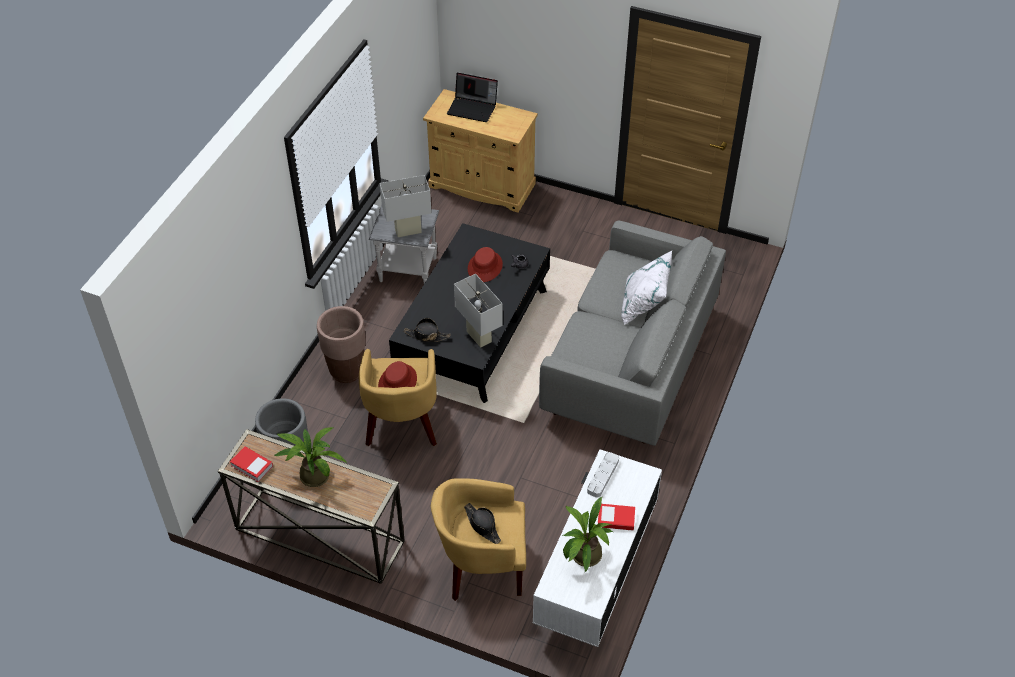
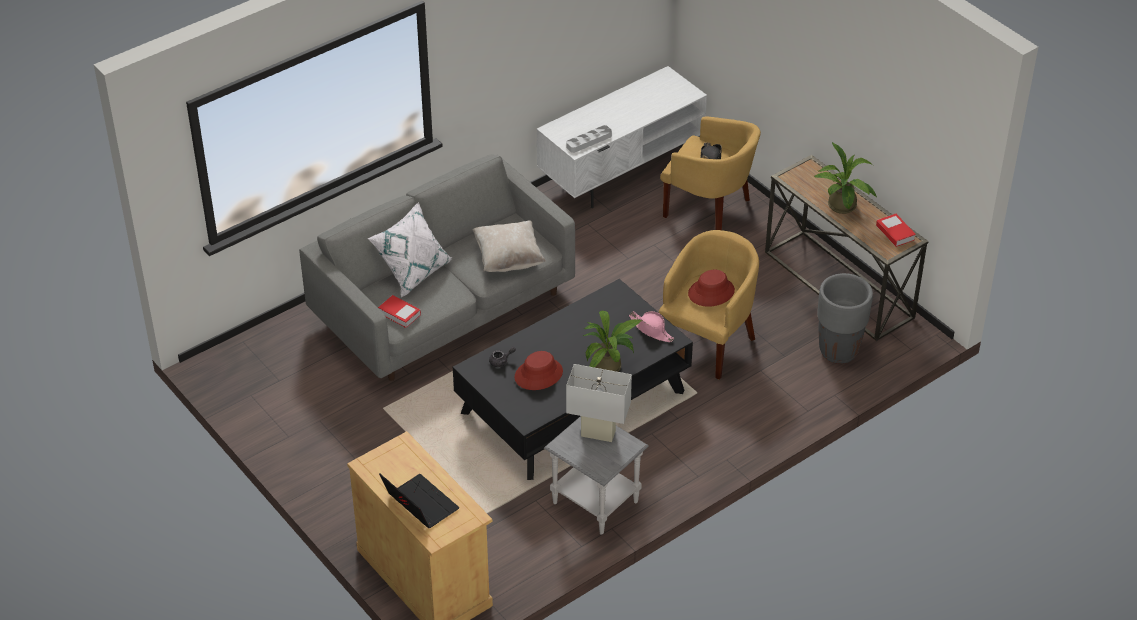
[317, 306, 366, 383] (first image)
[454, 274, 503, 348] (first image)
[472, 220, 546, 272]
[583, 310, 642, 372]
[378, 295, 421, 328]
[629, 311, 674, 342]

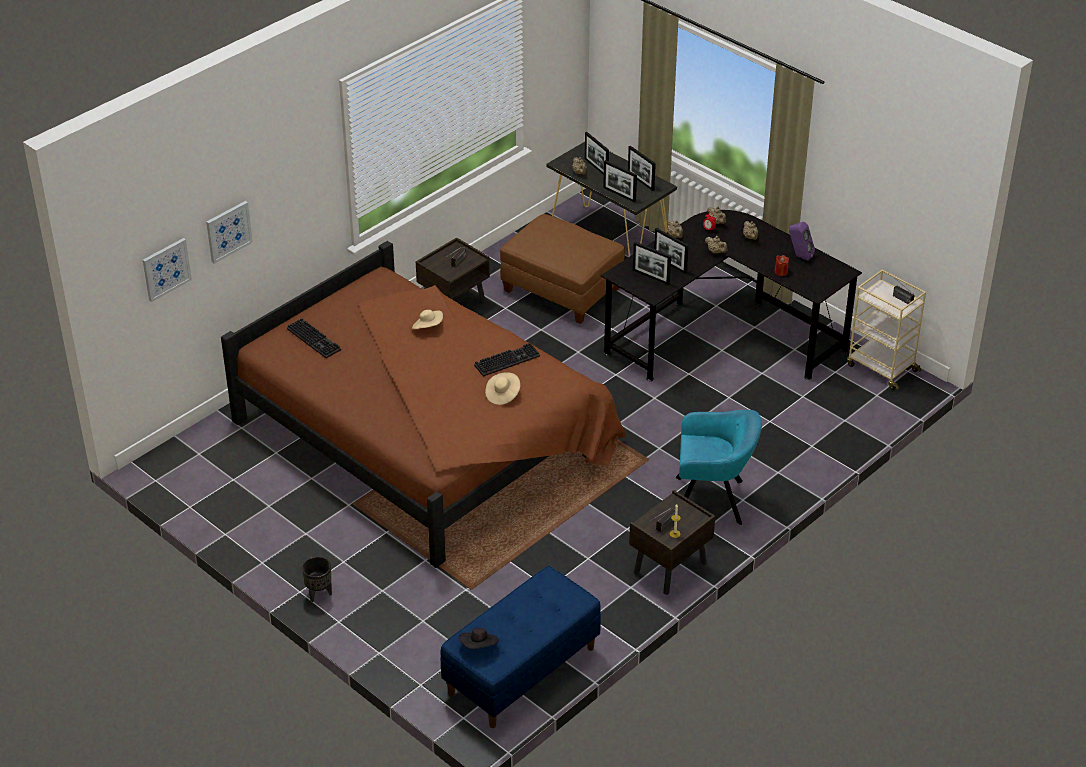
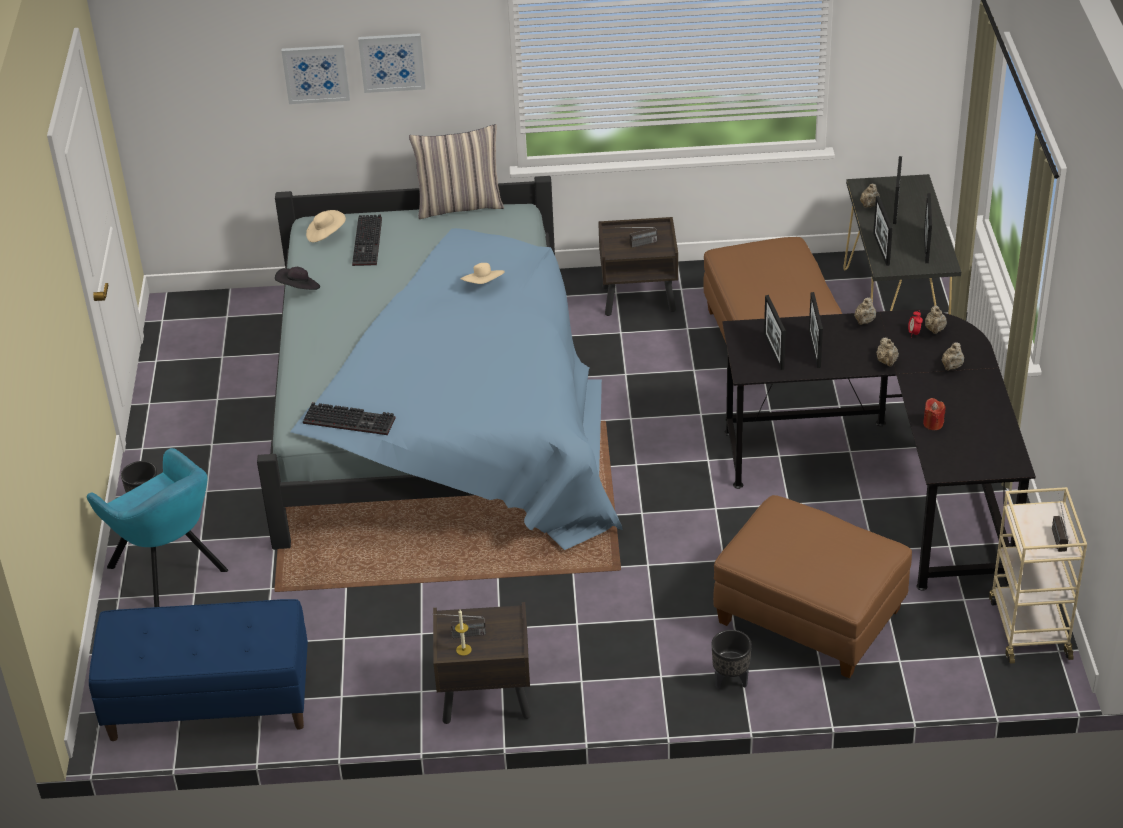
[789, 222, 815, 261] (first image)
[409, 124, 504, 219]
[712, 630, 752, 689]
[713, 495, 912, 678]
[358, 33, 425, 93]
[275, 267, 320, 290]
[303, 402, 396, 435]
[306, 210, 346, 242]
[87, 448, 228, 607]
[257, 176, 623, 550]

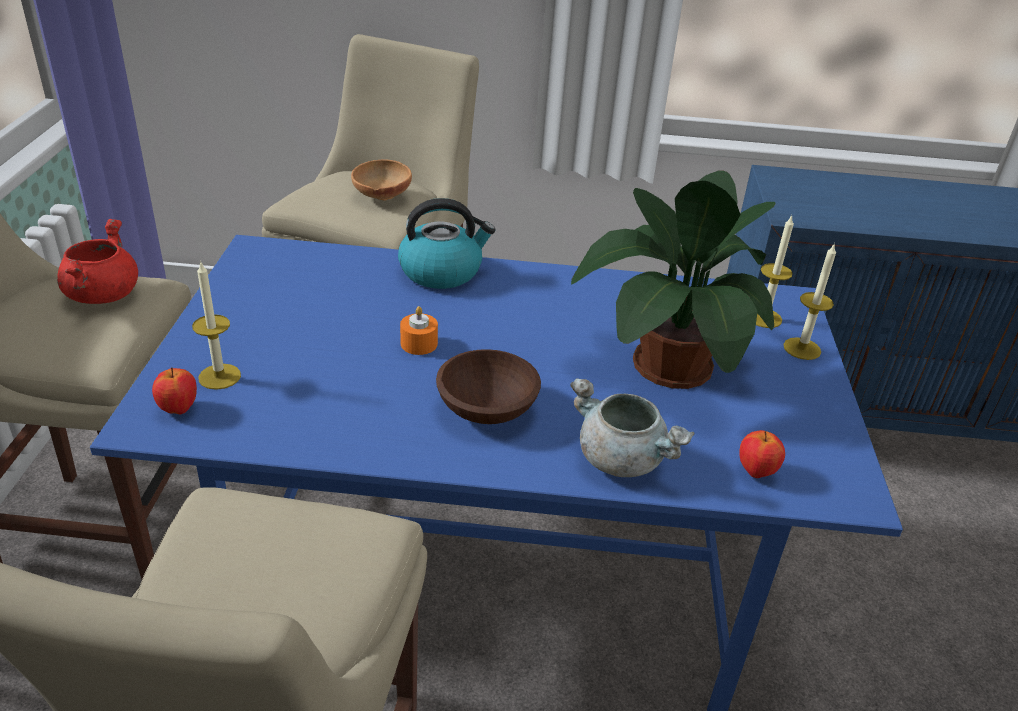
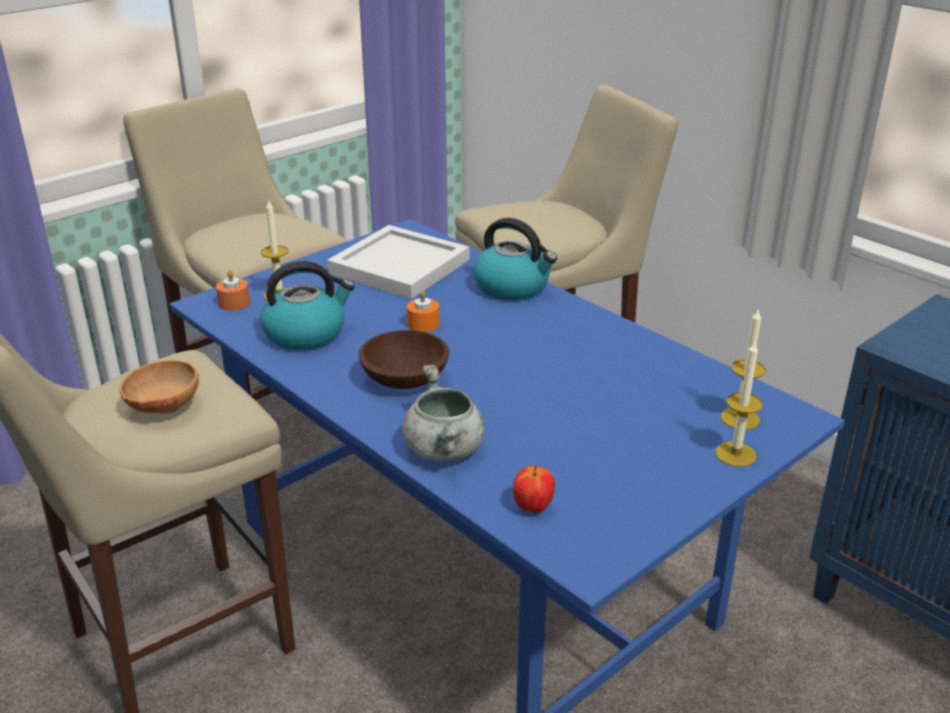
[57, 219, 138, 304] (first image)
[571, 171, 775, 389] (first image)
[261, 261, 355, 350]
[327, 225, 469, 299]
[119, 360, 199, 414]
[216, 270, 250, 311]

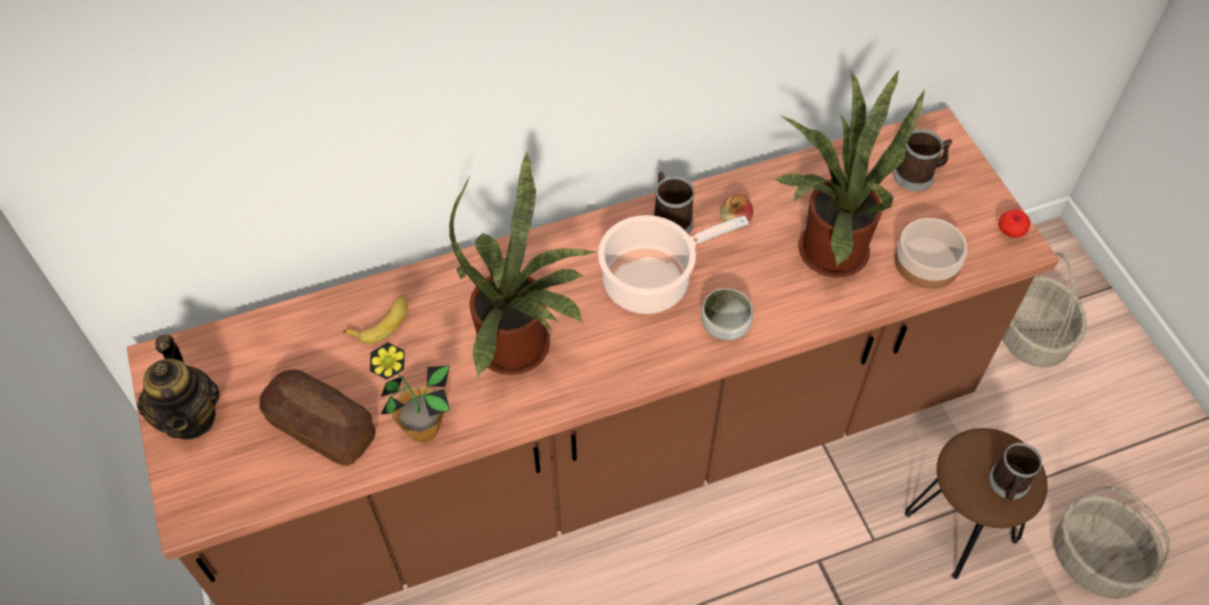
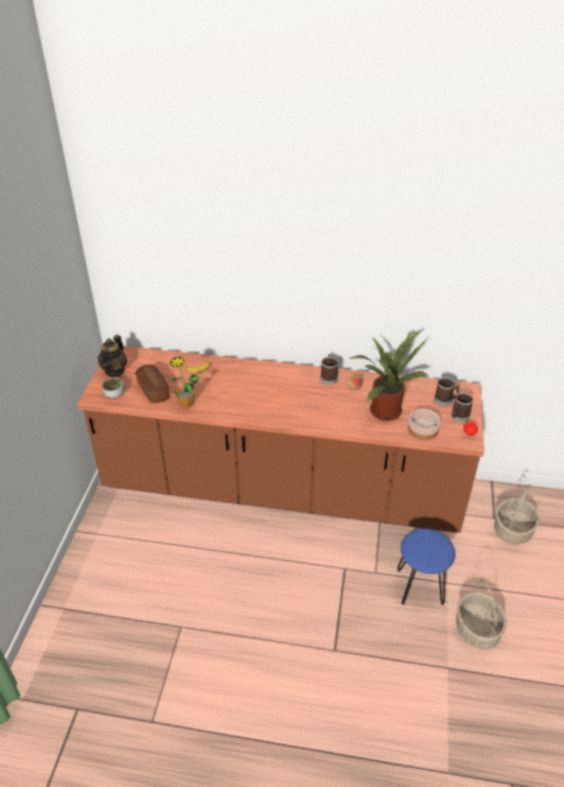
[449, 152, 597, 377] (first image)
[598, 215, 749, 314] (first image)
[102, 378, 125, 398]
[451, 392, 473, 422]
[397, 528, 456, 605]

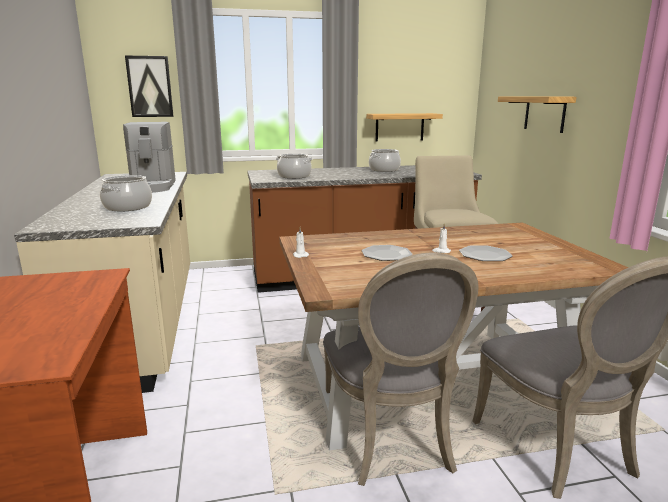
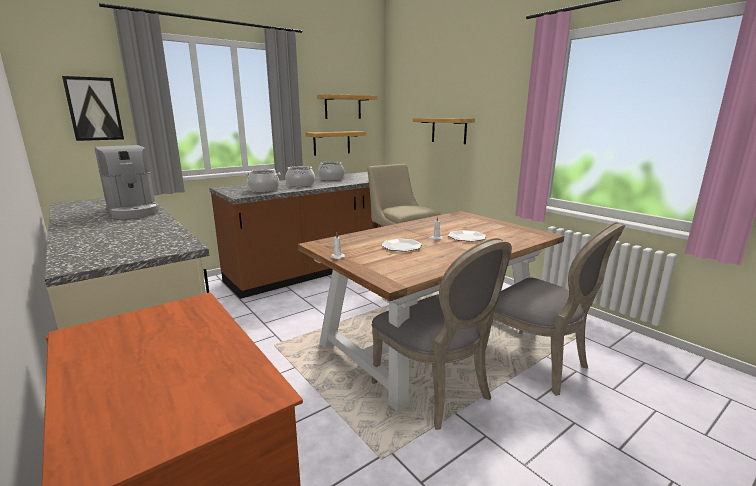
[317, 94, 378, 119]
[286, 166, 315, 187]

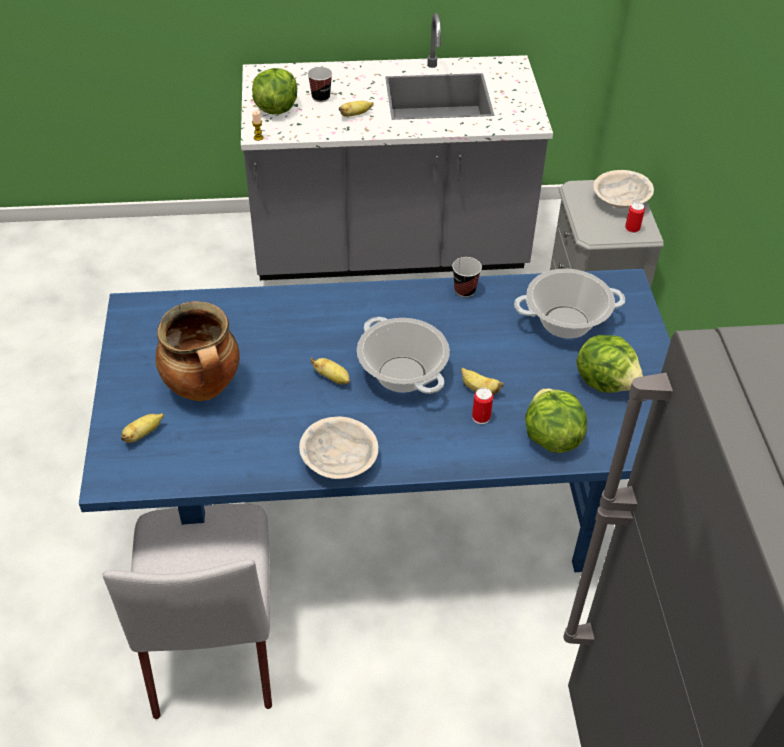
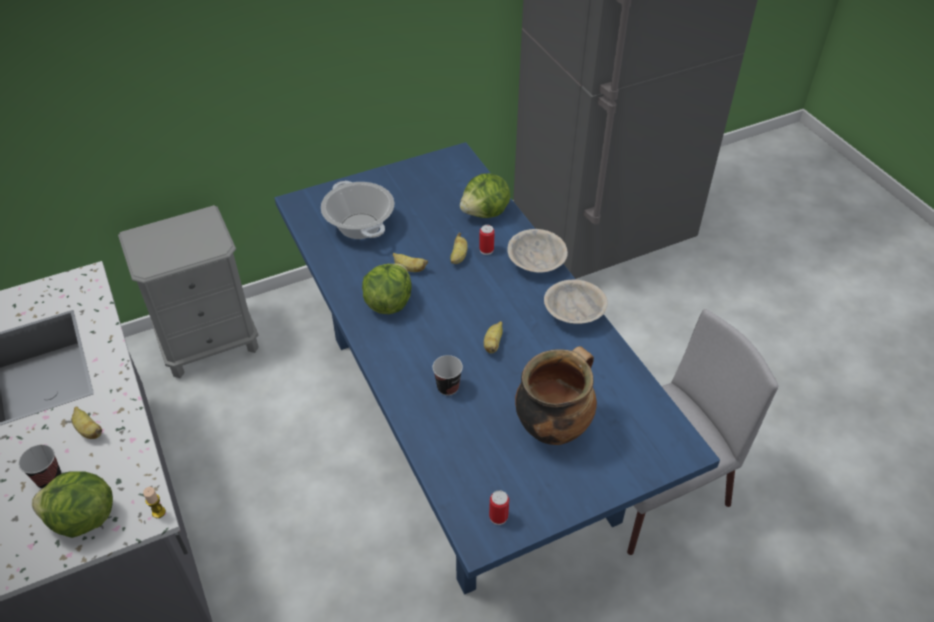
[357, 317, 450, 394] (first image)
[393, 253, 428, 272]
[433, 355, 463, 396]
[362, 263, 412, 314]
[507, 229, 568, 273]
[489, 490, 509, 525]

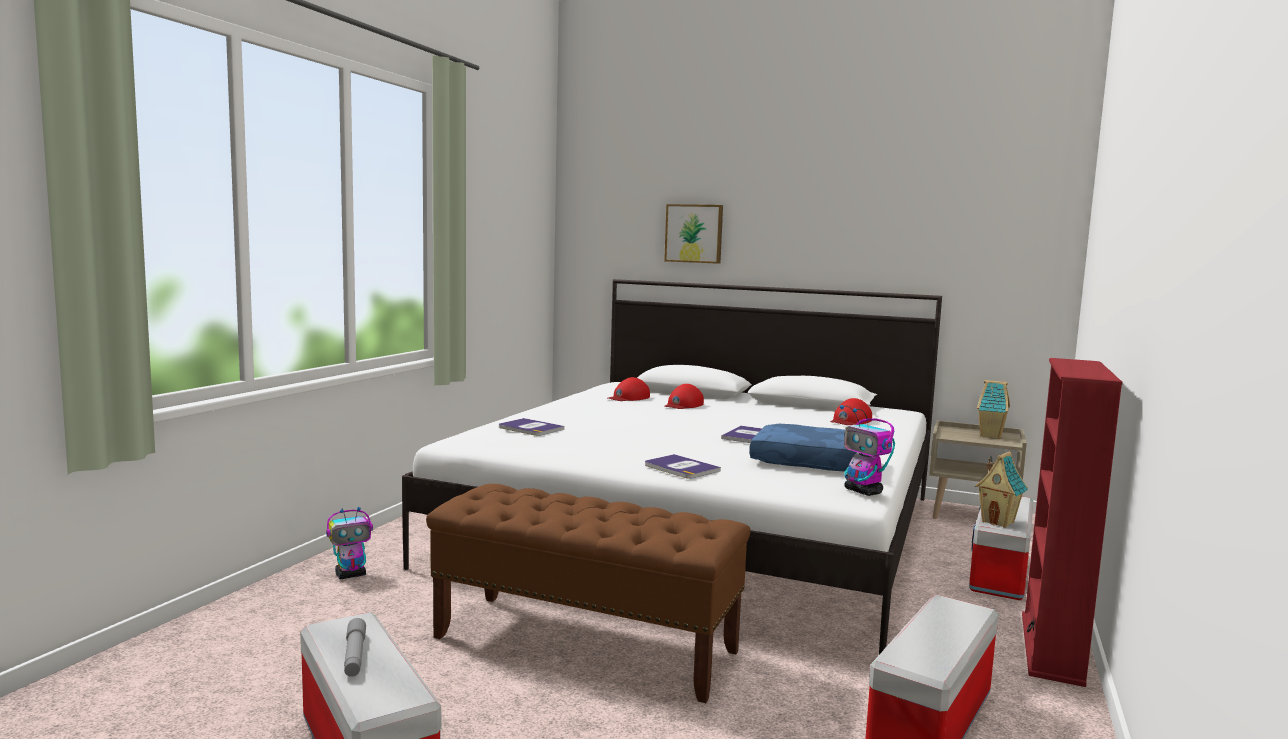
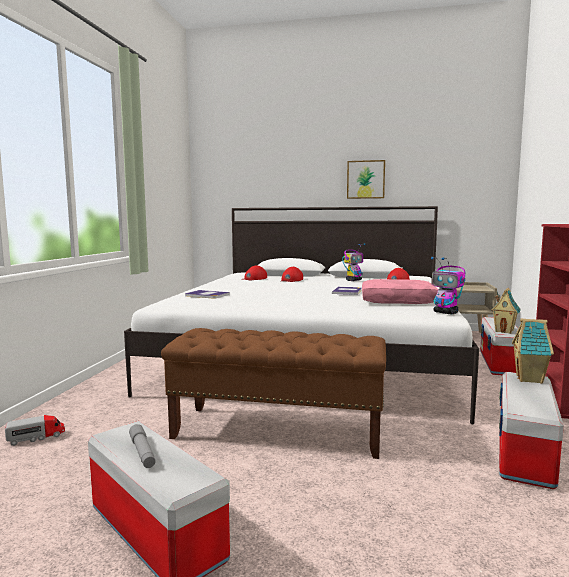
[645, 454, 721, 479] (first image)
[5, 415, 65, 446]
[342, 243, 366, 281]
[347, 160, 385, 199]
[512, 319, 554, 384]
[362, 279, 438, 304]

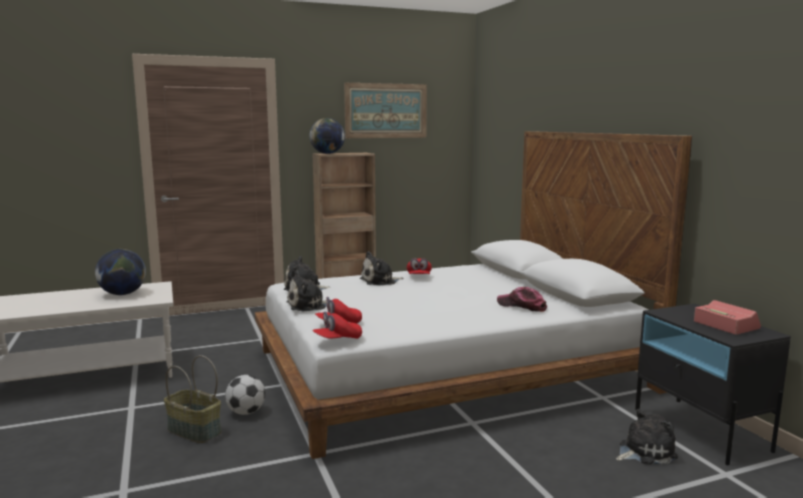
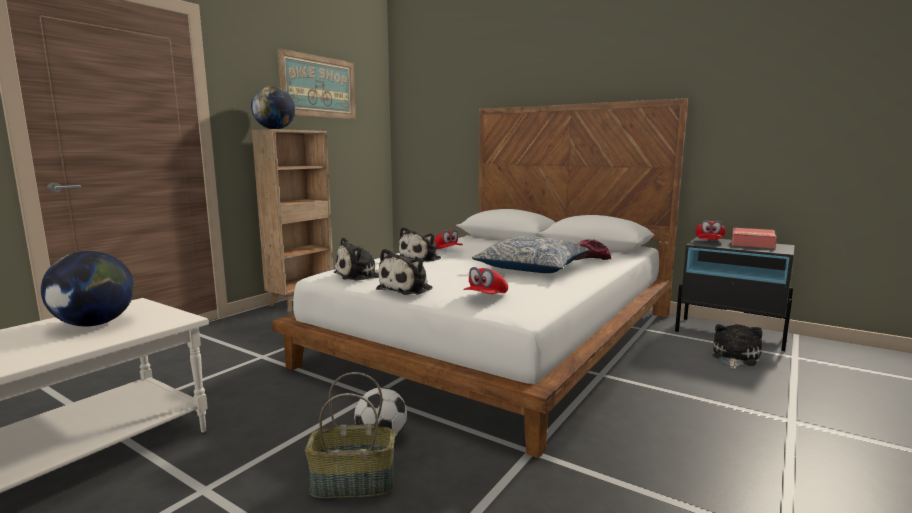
[472, 236, 589, 273]
[695, 220, 726, 240]

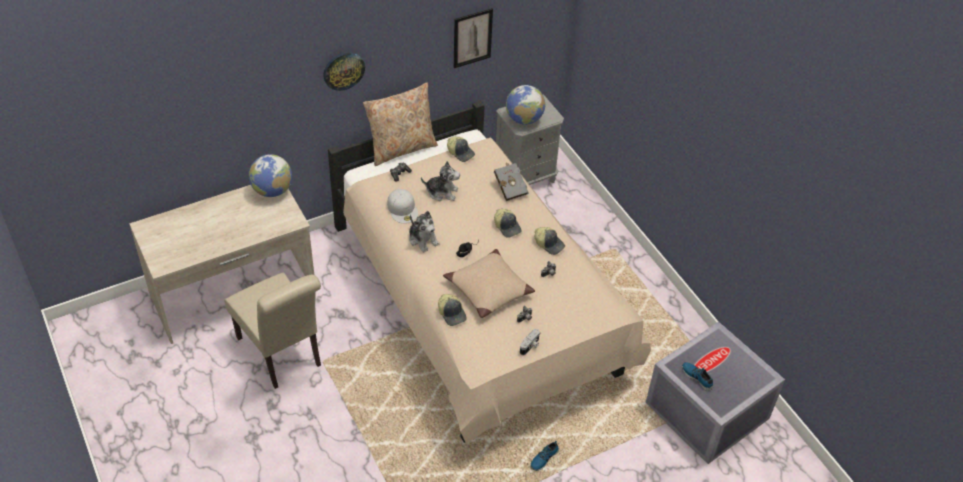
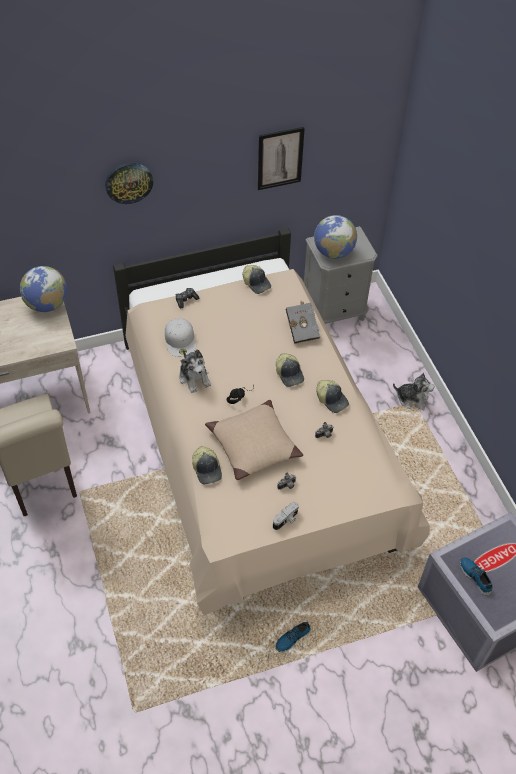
[363, 83, 438, 166] (first image)
[393, 373, 434, 410]

